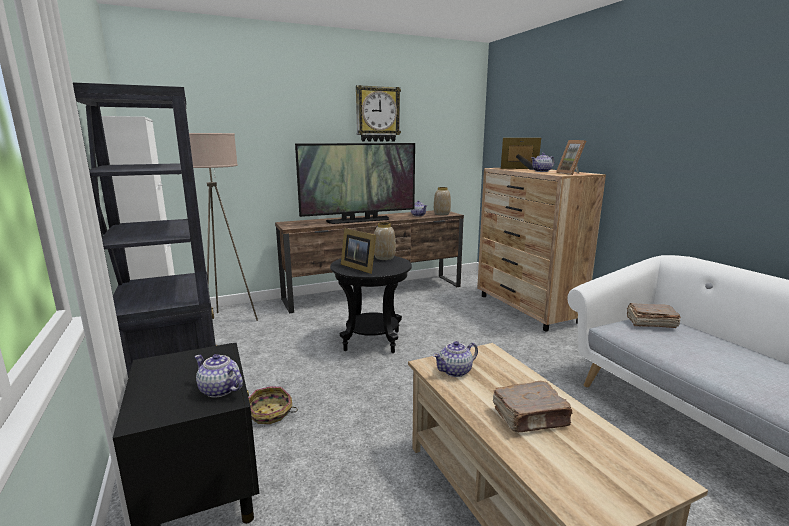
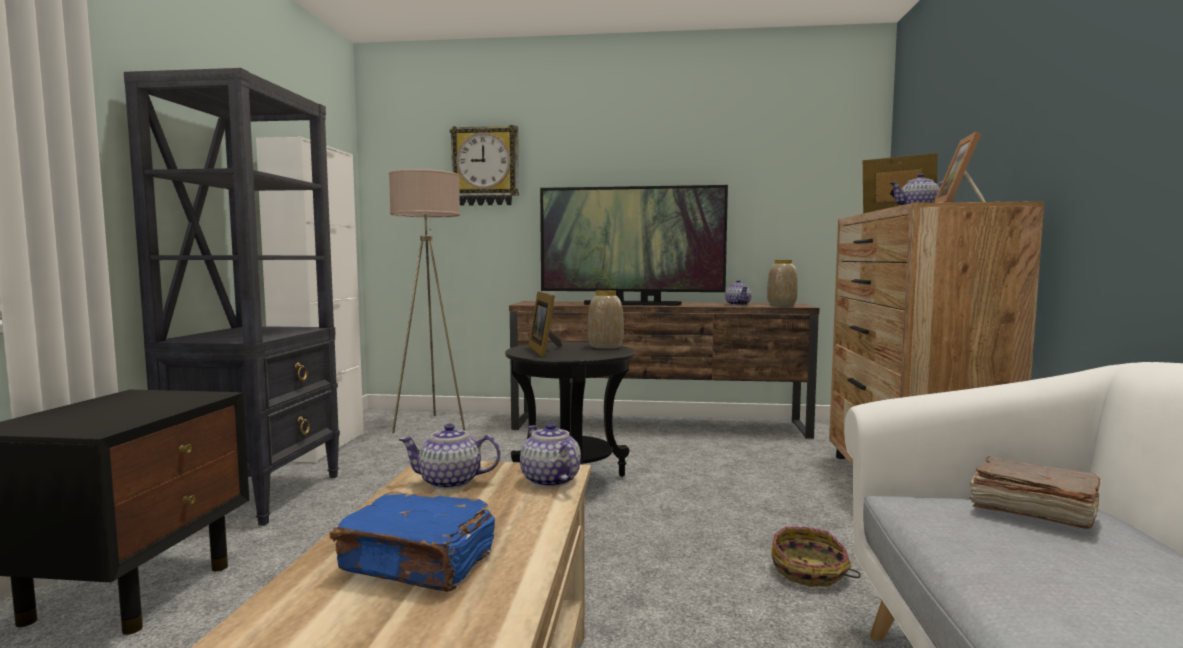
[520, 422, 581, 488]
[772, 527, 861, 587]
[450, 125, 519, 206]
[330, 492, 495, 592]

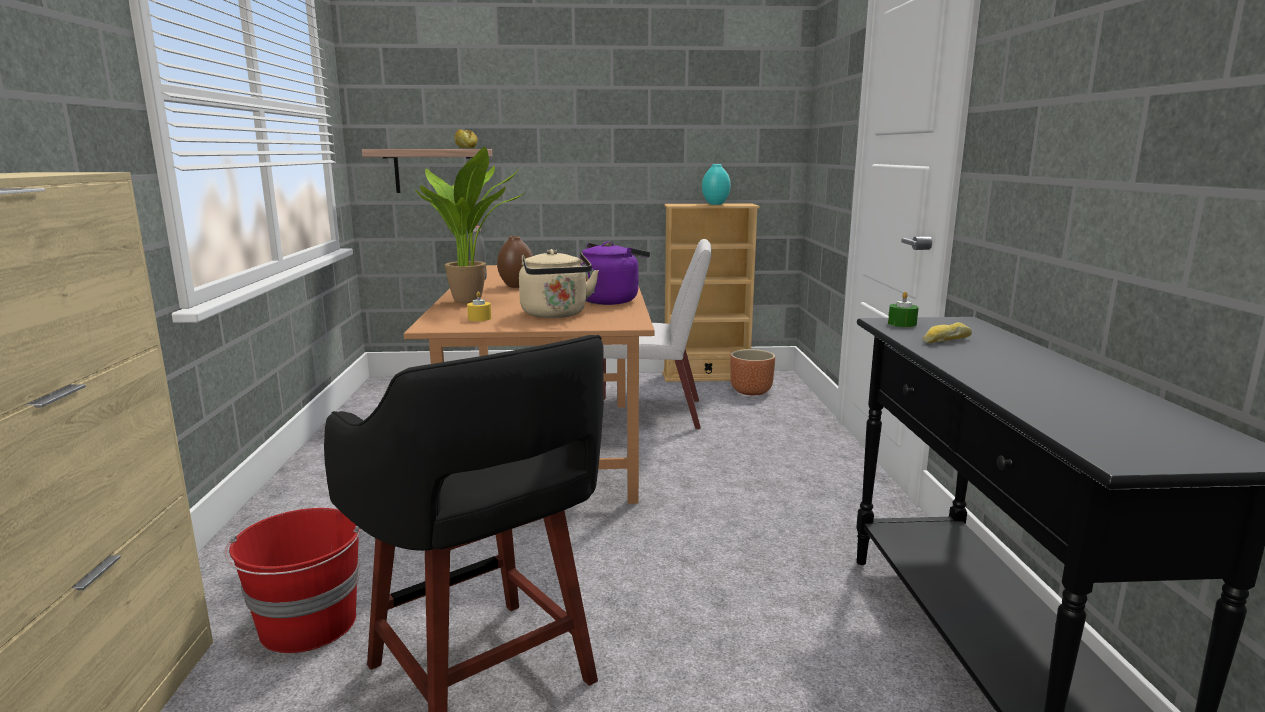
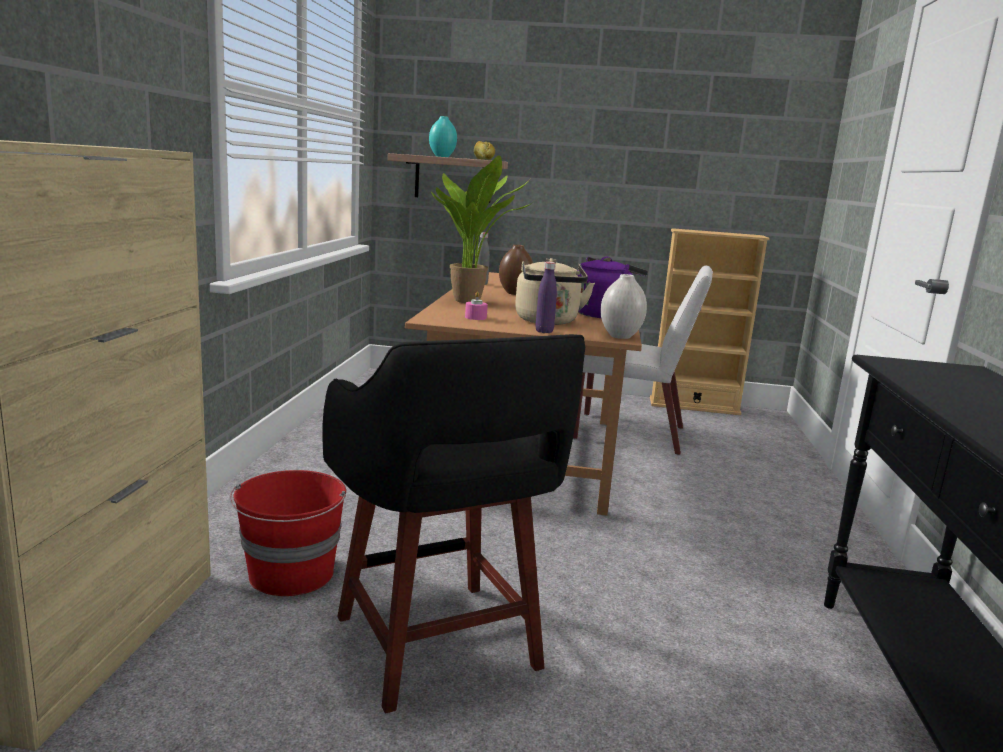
[730, 349, 775, 396] (first image)
[888, 291, 919, 327] (first image)
[923, 322, 972, 343] (first image)
[536, 262, 557, 333]
[600, 274, 647, 339]
[429, 116, 457, 157]
[465, 292, 488, 320]

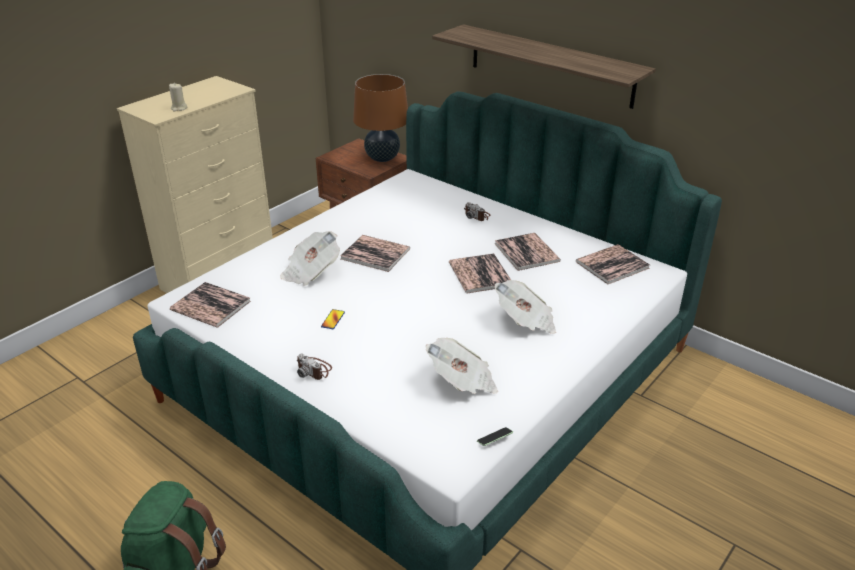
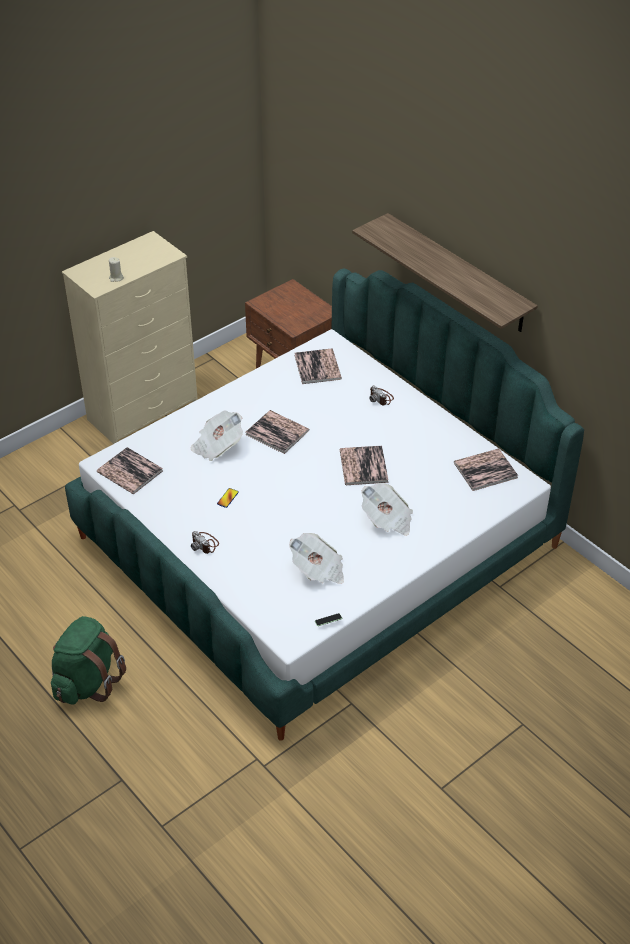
[353, 74, 408, 162] (first image)
[294, 348, 342, 384]

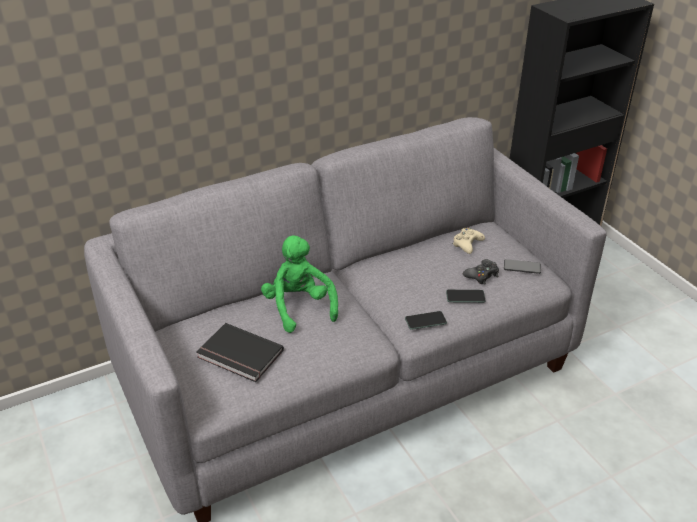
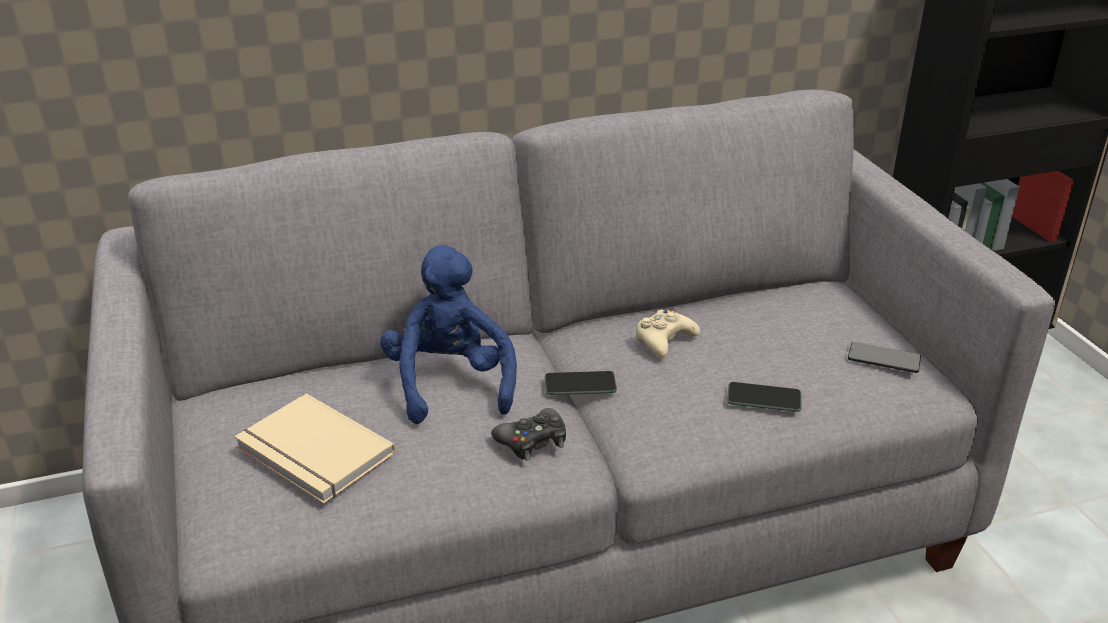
[545, 371, 617, 395]
[635, 308, 700, 357]
[491, 408, 566, 461]
[234, 393, 395, 504]
[380, 245, 517, 424]

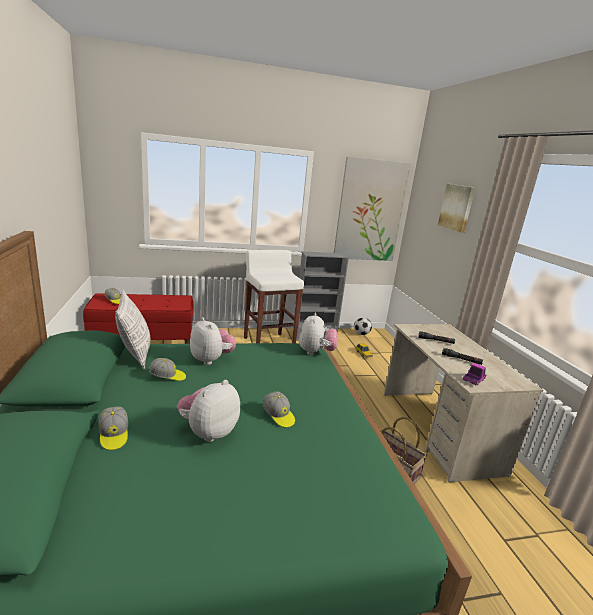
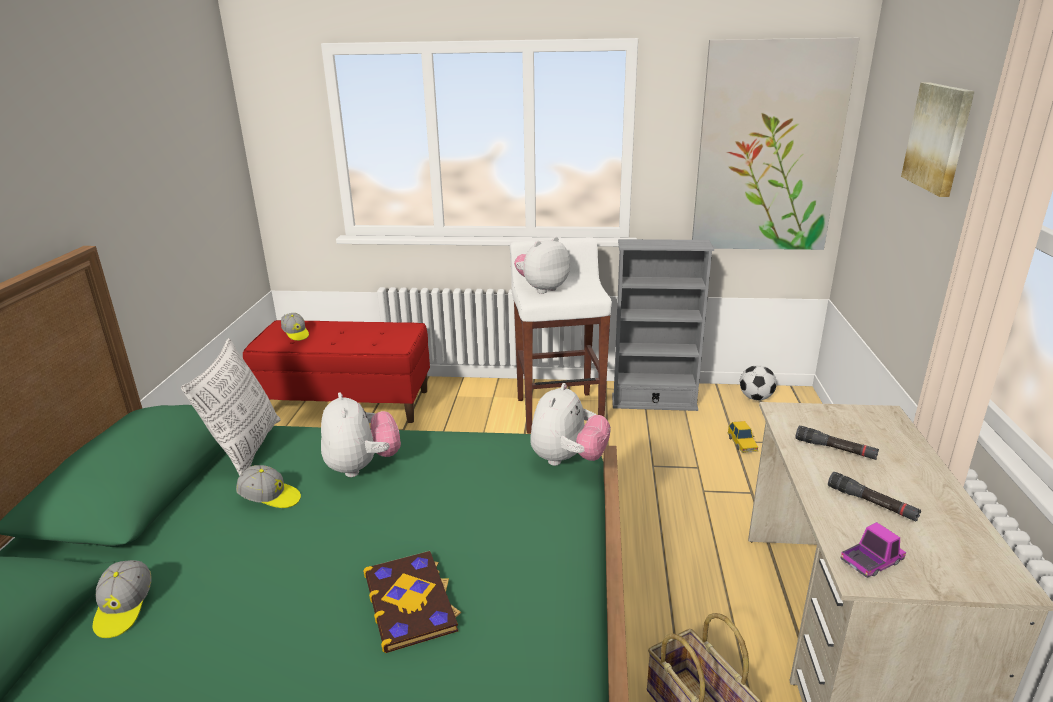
[514, 237, 570, 294]
[363, 551, 461, 653]

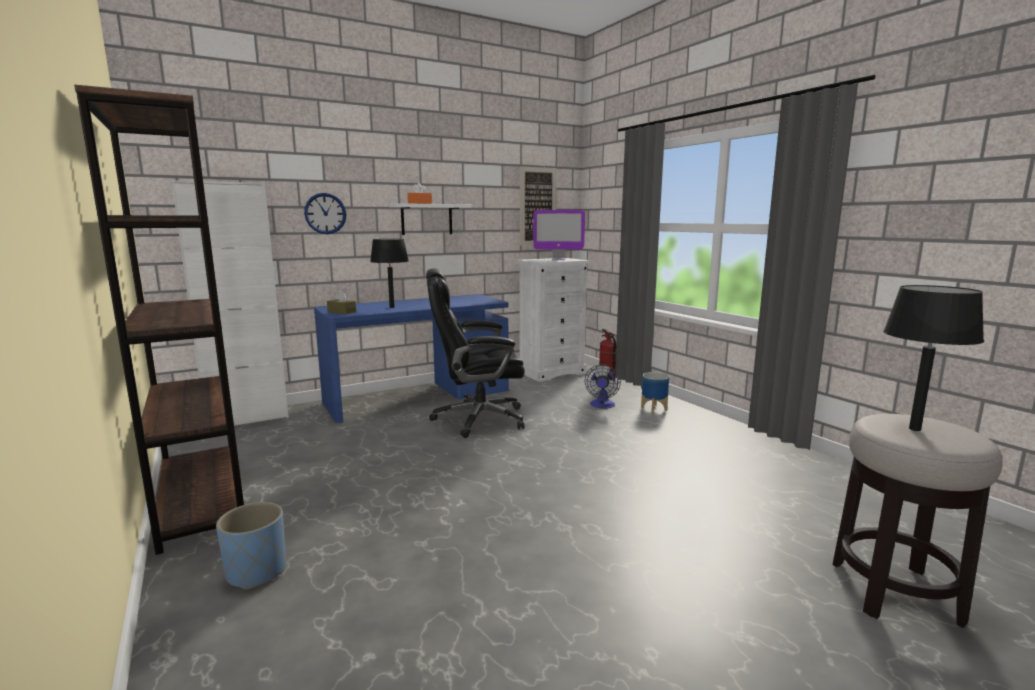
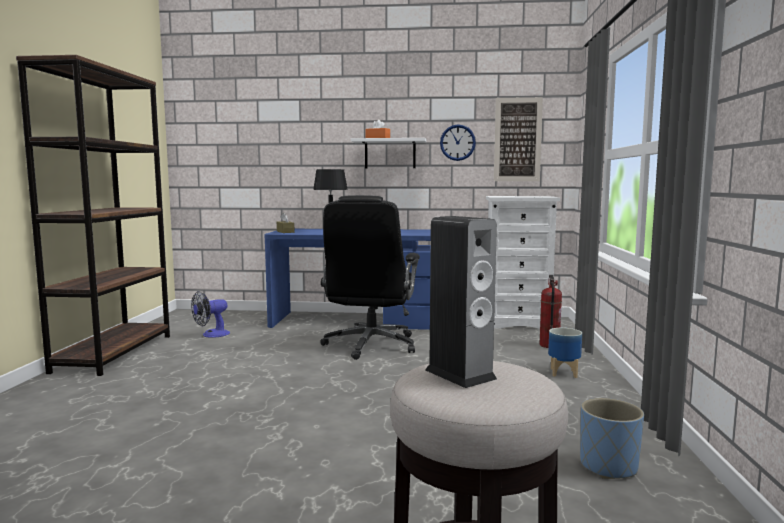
[172, 180, 289, 426] (first image)
[533, 210, 585, 260] (first image)
[580, 398, 644, 479]
[440, 124, 476, 161]
[191, 291, 230, 338]
[425, 216, 497, 388]
[320, 195, 420, 360]

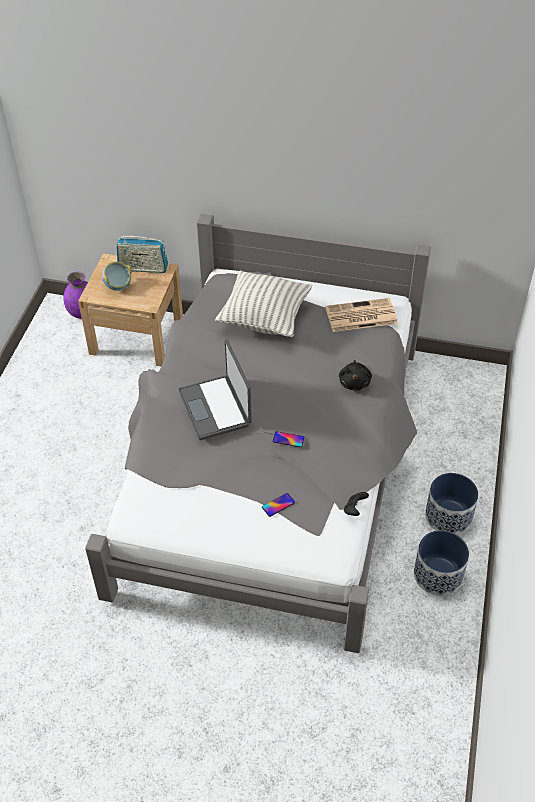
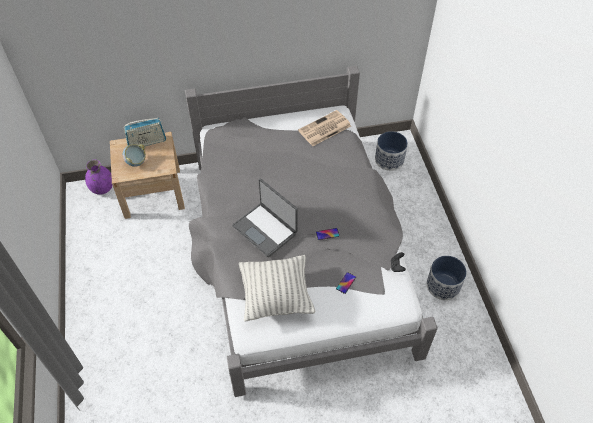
[339, 360, 372, 390] (first image)
[239, 255, 315, 322]
[375, 131, 408, 171]

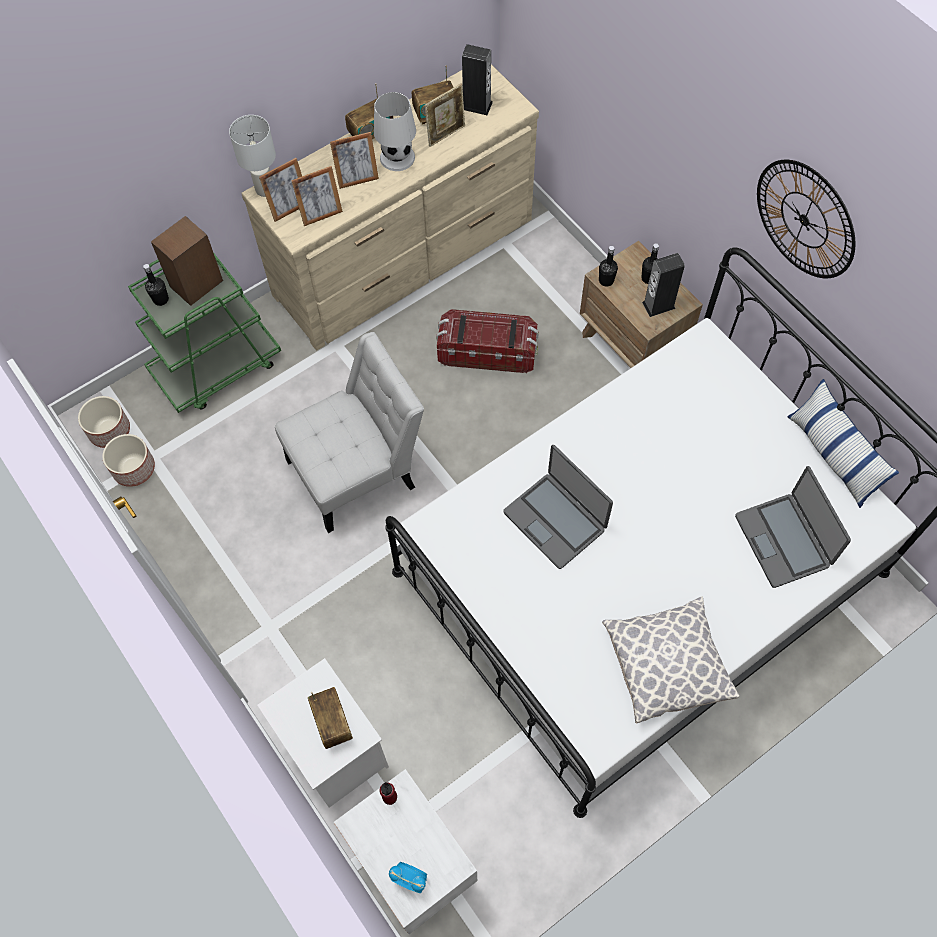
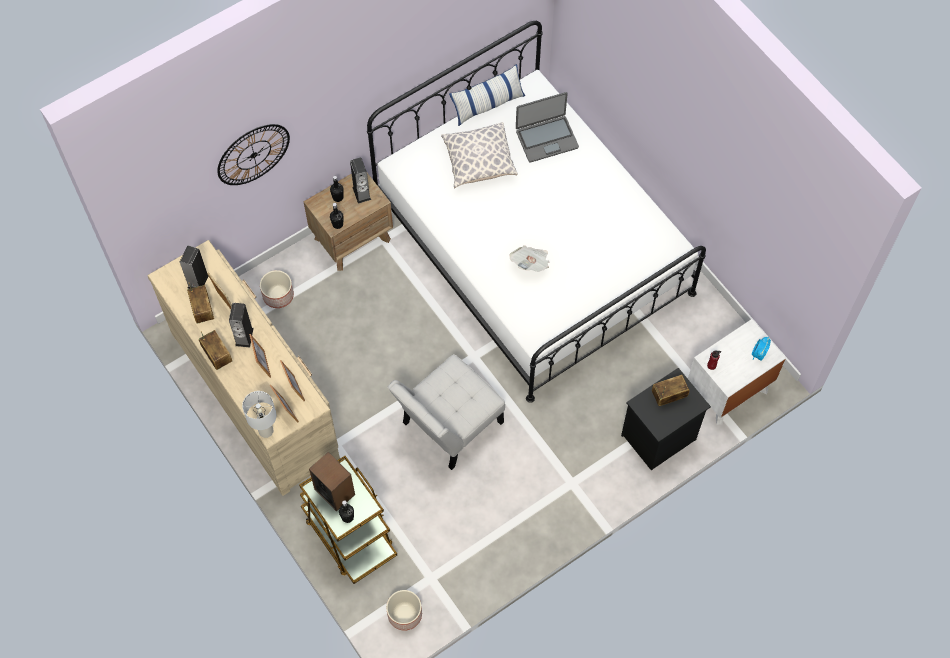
[436, 309, 539, 373] (first image)
[260, 270, 294, 308]
[441, 122, 518, 188]
[217, 124, 290, 185]
[229, 303, 254, 347]
[509, 245, 549, 272]
[299, 456, 397, 584]
[621, 368, 711, 470]
[388, 354, 505, 470]

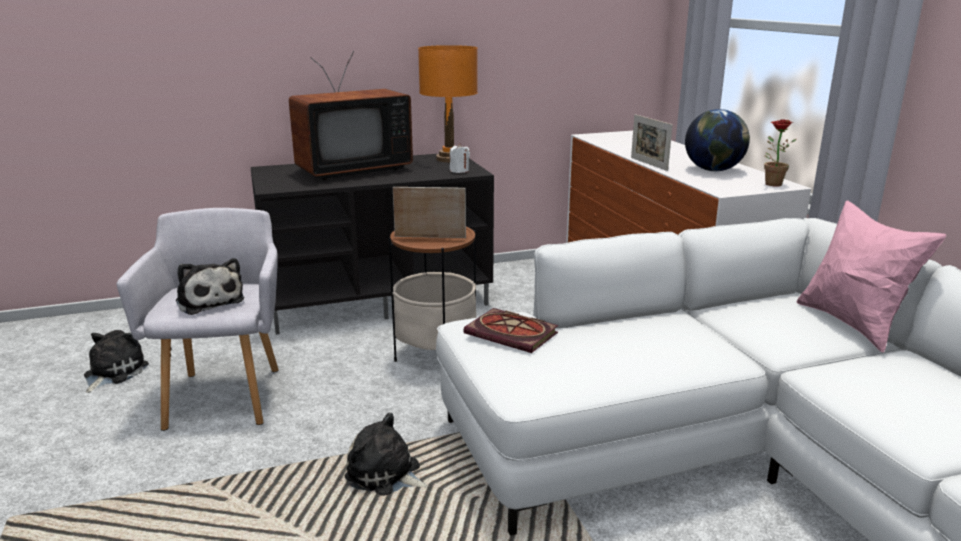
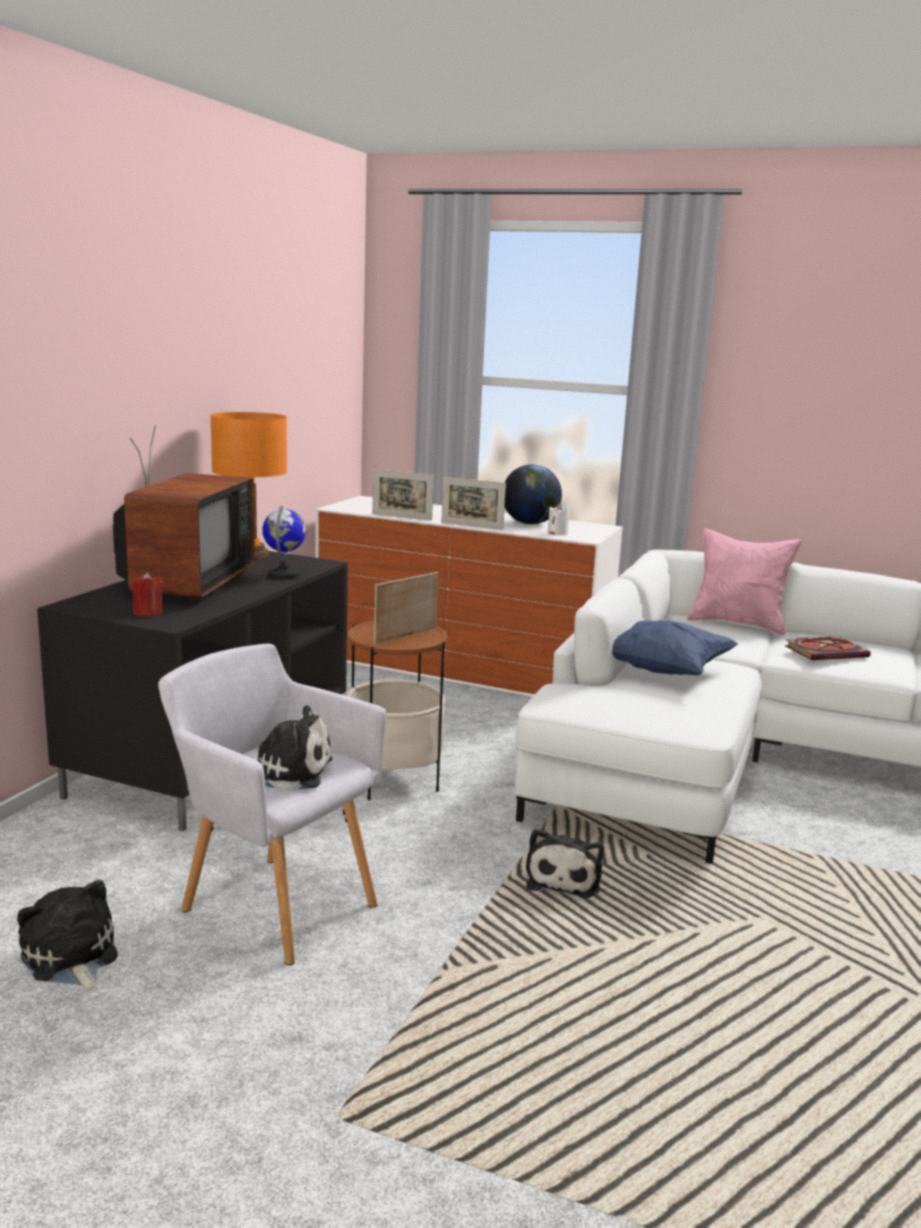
[764, 119, 797, 187] (first image)
[132, 572, 163, 616]
[262, 506, 306, 579]
[372, 470, 434, 520]
[612, 620, 738, 675]
[548, 503, 570, 535]
[785, 637, 871, 660]
[526, 828, 604, 898]

